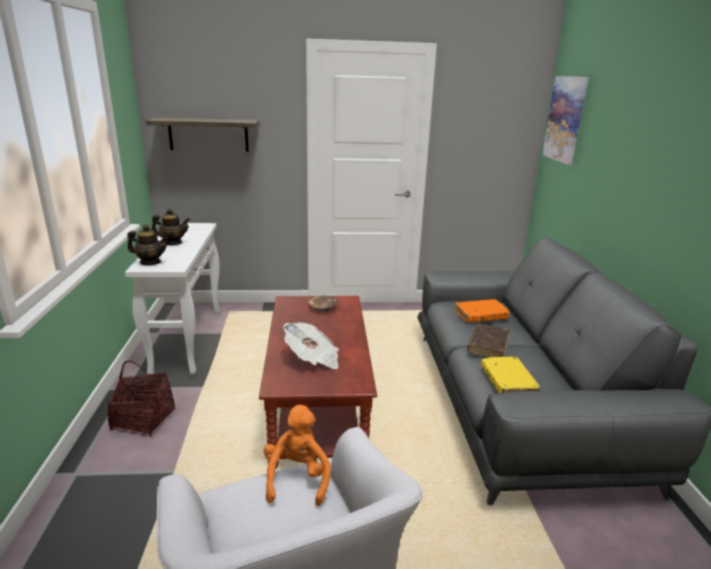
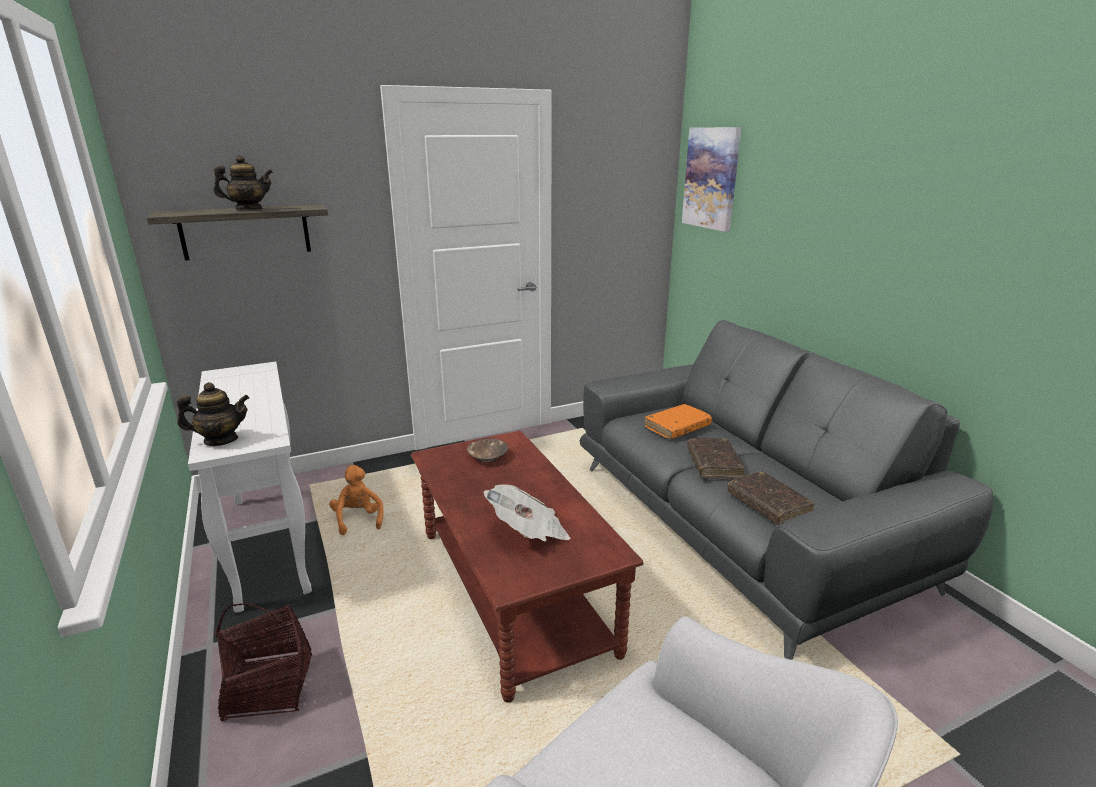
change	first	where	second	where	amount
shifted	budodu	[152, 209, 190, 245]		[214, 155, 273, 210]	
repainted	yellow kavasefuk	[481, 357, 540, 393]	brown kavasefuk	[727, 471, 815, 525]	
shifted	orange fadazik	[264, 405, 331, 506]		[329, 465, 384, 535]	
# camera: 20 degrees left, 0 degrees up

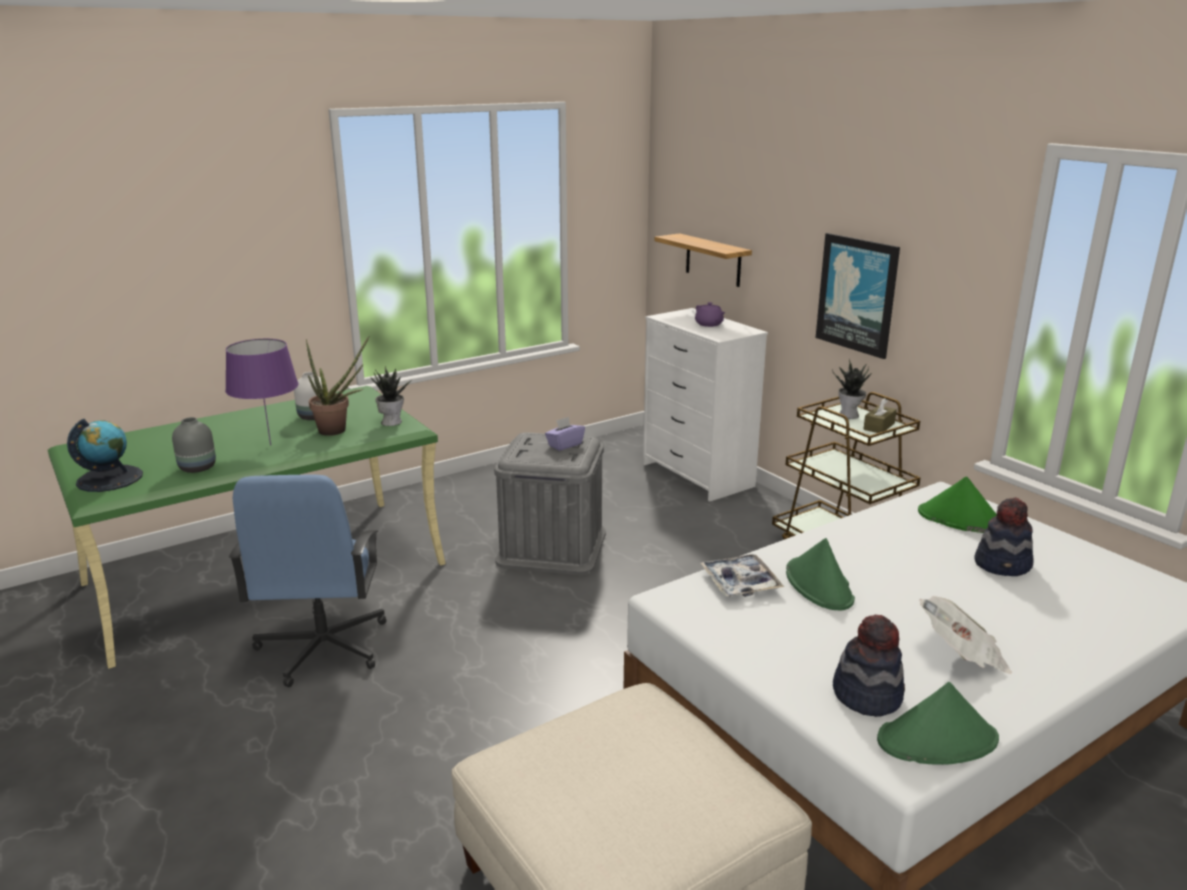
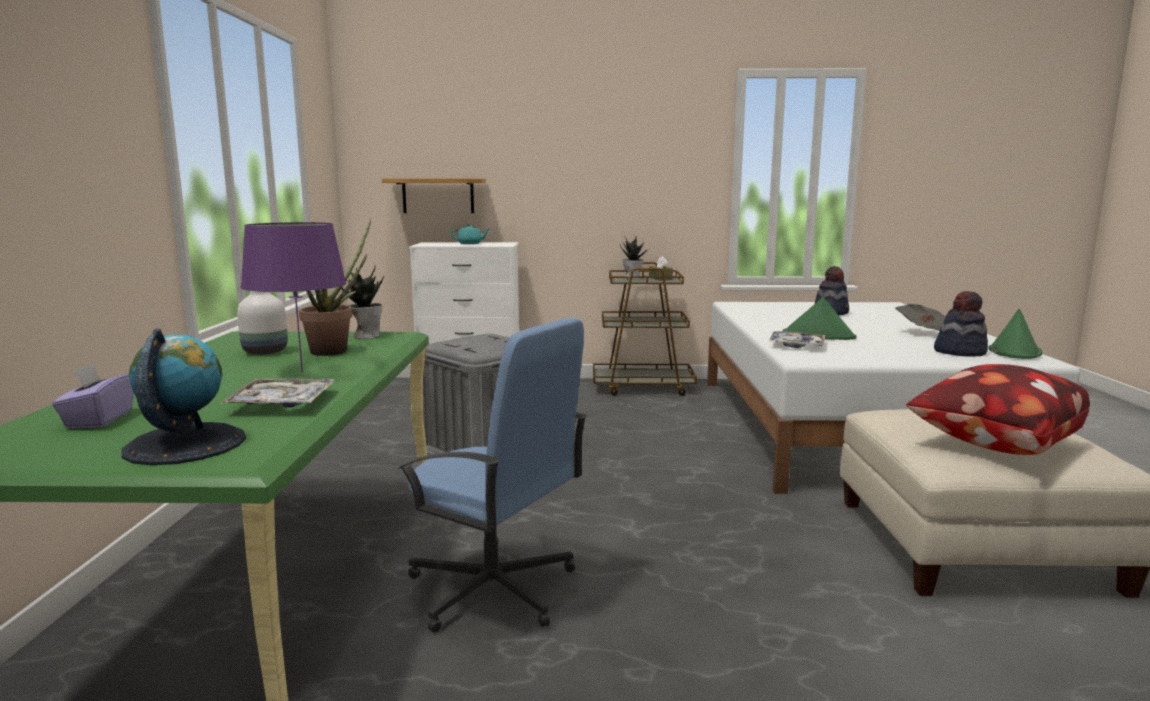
change	first	where	second	where	amount
gone	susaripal	[816, 233, 900, 359]			
repainted	purple budodu	[695, 302, 726, 327]	turquoise budodu	[451, 224, 491, 244]	
swapped	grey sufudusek	[172, 417, 216, 473]	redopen	[221, 378, 335, 407]	
shifted	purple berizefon	[545, 417, 585, 451]		[52, 363, 134, 428]	
gone	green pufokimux	[918, 477, 997, 533]			
new			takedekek	[906, 364, 1090, 455]	
# camera: 55 degrees left, 10 degrees down

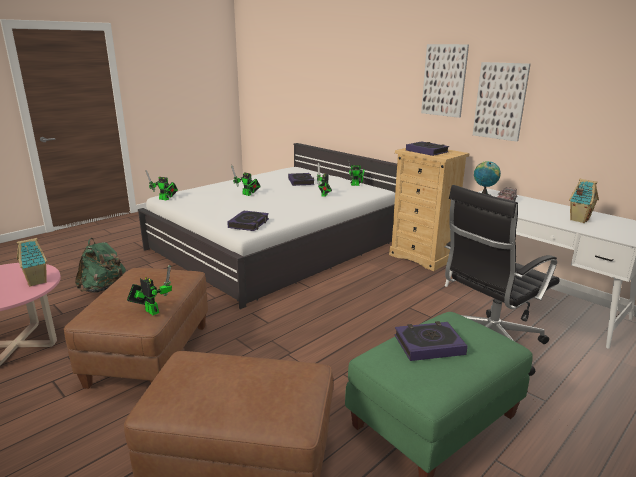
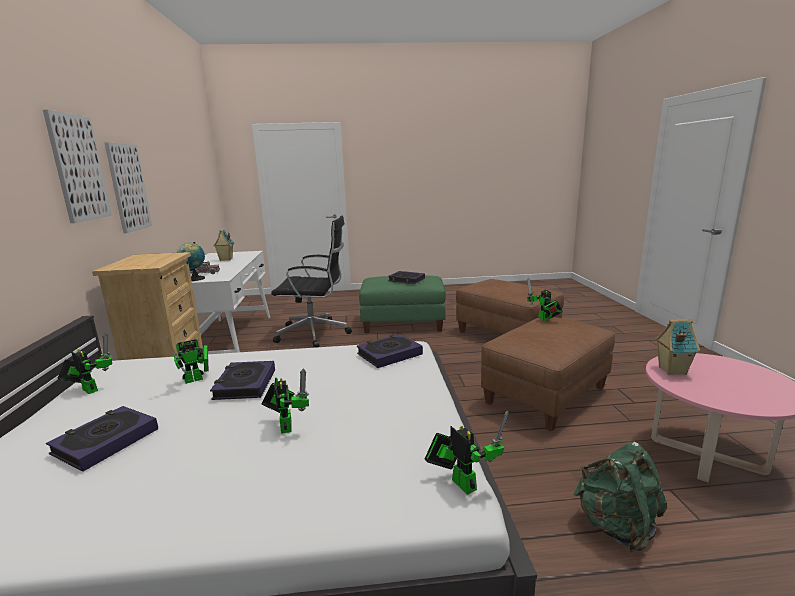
change	first	where	second	where	amount
shifted	kavasefuk	[406, 141, 449, 156]		[210, 361, 275, 400]	
# camera: 140 degrees left, 5 degrees down

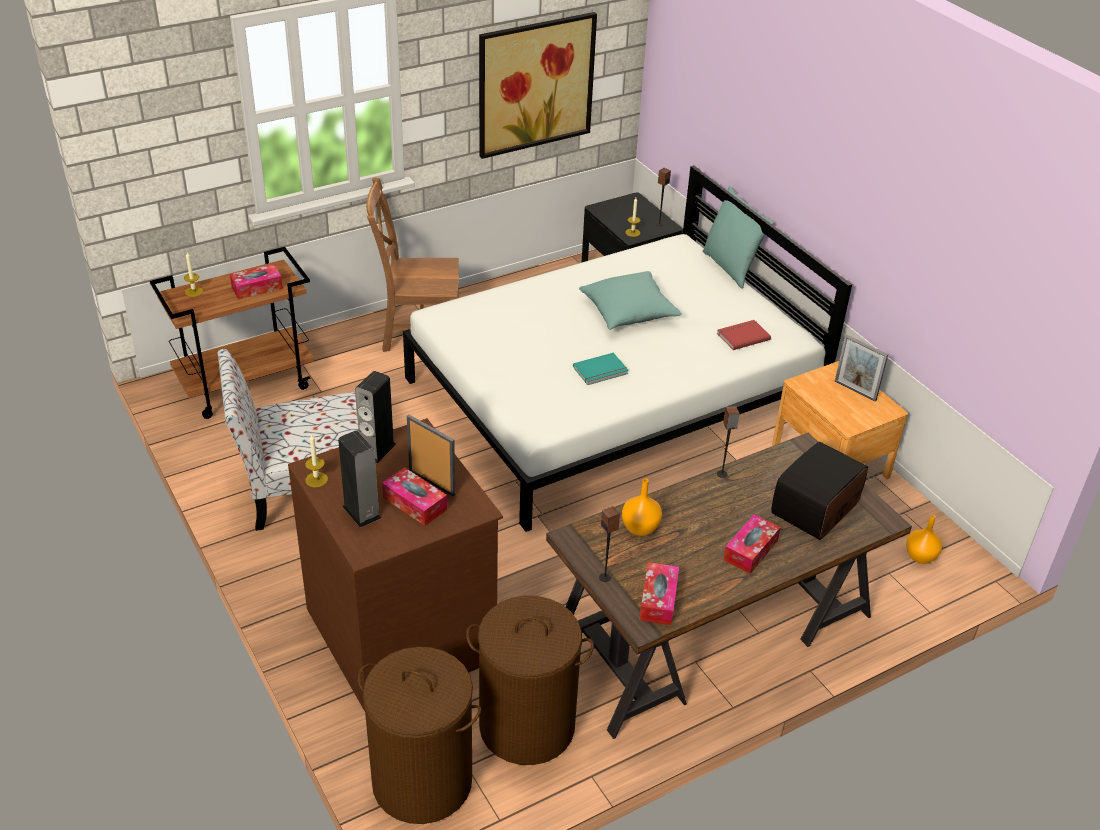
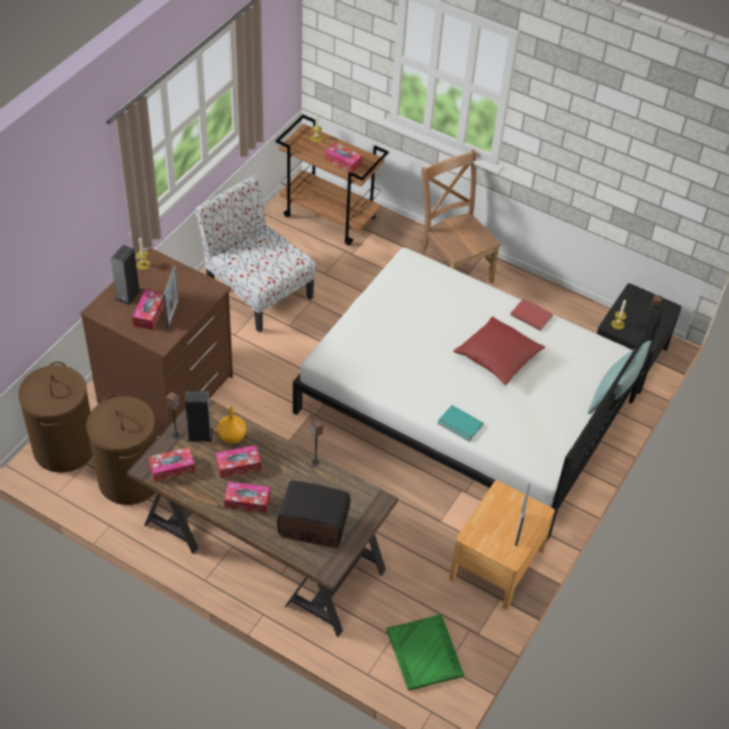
change	first	where	second	where	amount
gone	susaripal	[479, 12, 597, 159]			
repainted	turquoise takedekek	[579, 271, 682, 330]	red takedekek	[453, 317, 545, 385]	
shifted	red kavasefuk	[717, 320, 771, 350]		[510, 299, 553, 331]	
shifted	turquoise kavasefuk	[573, 353, 629, 385]		[437, 405, 484, 442]	
shifted	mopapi	[355, 371, 396, 464]		[185, 391, 213, 442]	
swapped	orange sufudusek	[906, 515, 942, 564]	green redopen	[387, 614, 464, 690]	
new			berizefon	[216, 445, 261, 478]	
# camera: 60 degrees right, 10 degrees up

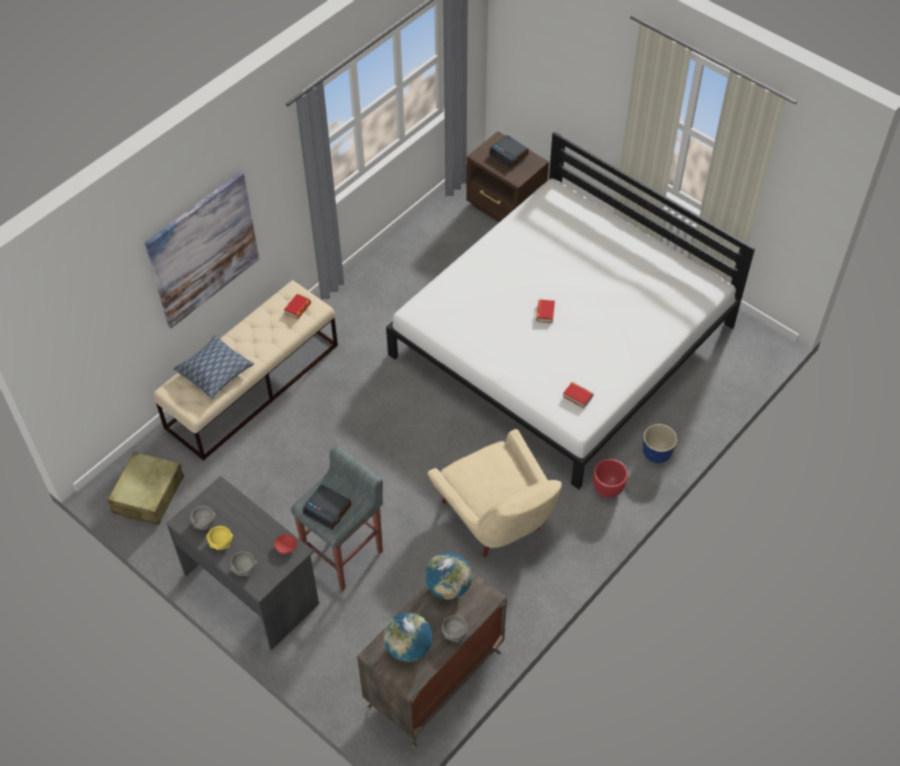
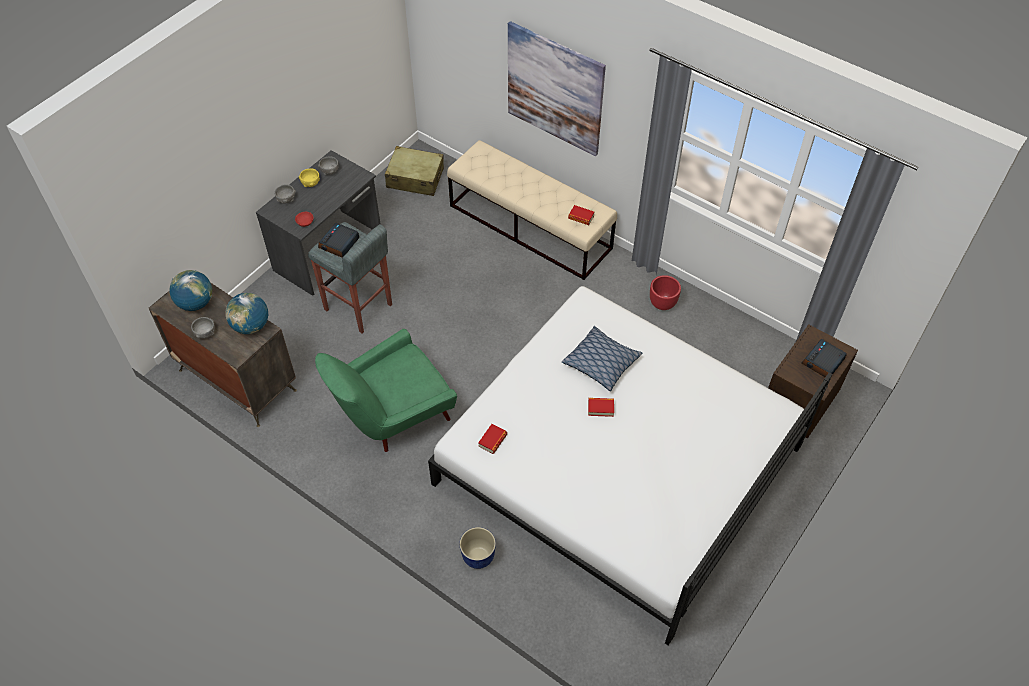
change	first	where	second	where	amount
shifted	takedekek	[173, 334, 254, 399]		[562, 326, 642, 391]	
repainted	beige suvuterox	[427, 429, 562, 557]	green suvuterox	[315, 329, 457, 452]	
shifted	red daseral	[593, 459, 628, 498]		[650, 275, 681, 310]	
# camera: 85 degrees right, 0 degrees up

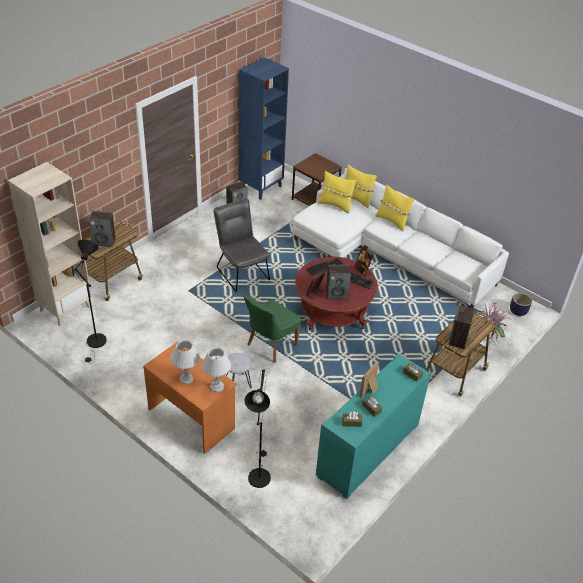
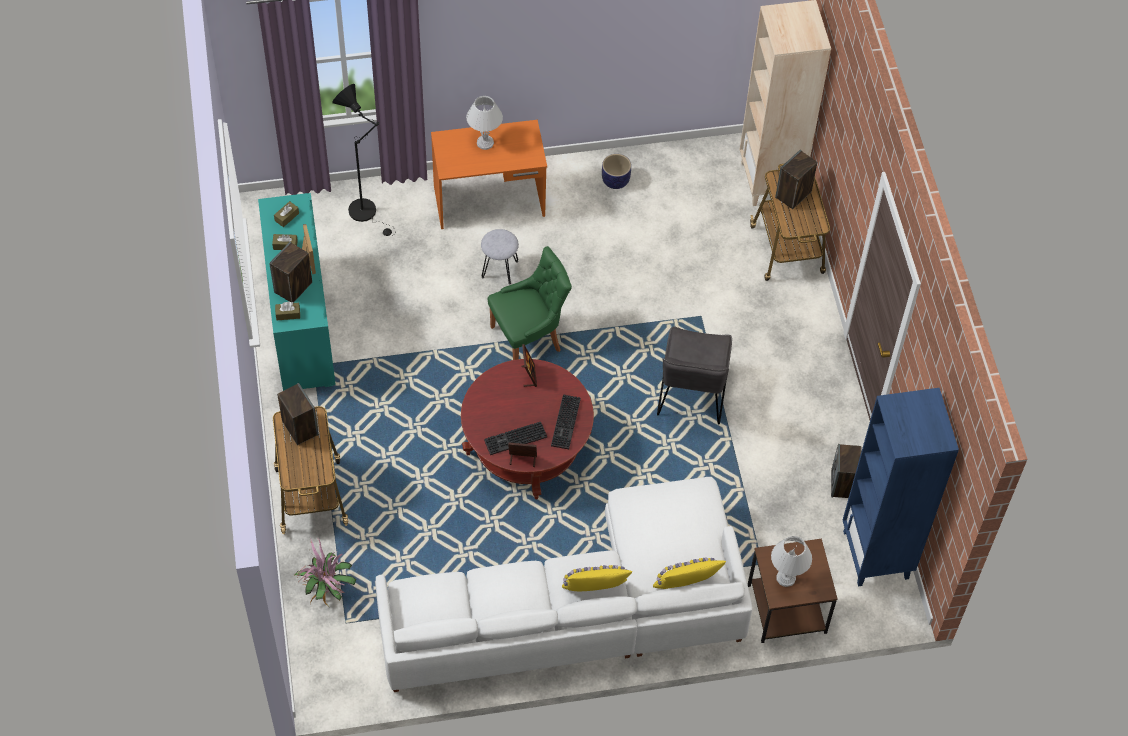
change	first	where	second	where	amount
gone	yellow takedekek	[318, 171, 356, 213]			
rotated	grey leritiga	[213, 199, 270, 292]		[657, 326, 732, 425]	90 degrees clockwise
gone	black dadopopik	[74, 240, 107, 364]			
shifted	mopapi	[326, 264, 351, 299]		[269, 242, 312, 303]	
shifted	daseral	[510, 293, 532, 316]		[602, 154, 631, 189]	
rotated	green leritiga	[243, 295, 301, 363]		[488, 246, 572, 360]	75 degrees clockwise
shifted	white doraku	[202, 348, 231, 392]		[771, 536, 812, 587]	
# camera: 130 degrees right, 15 degrees up

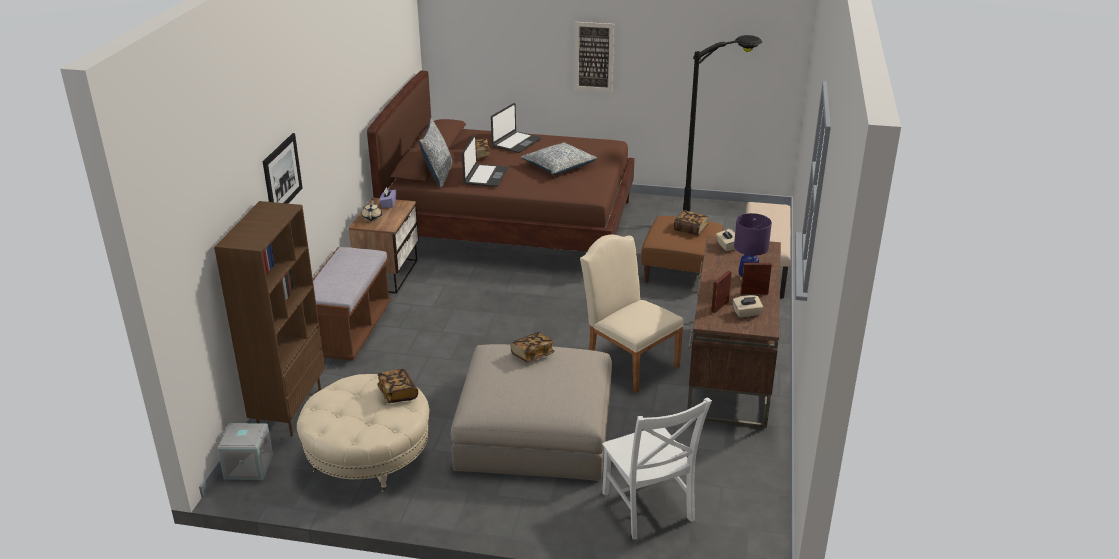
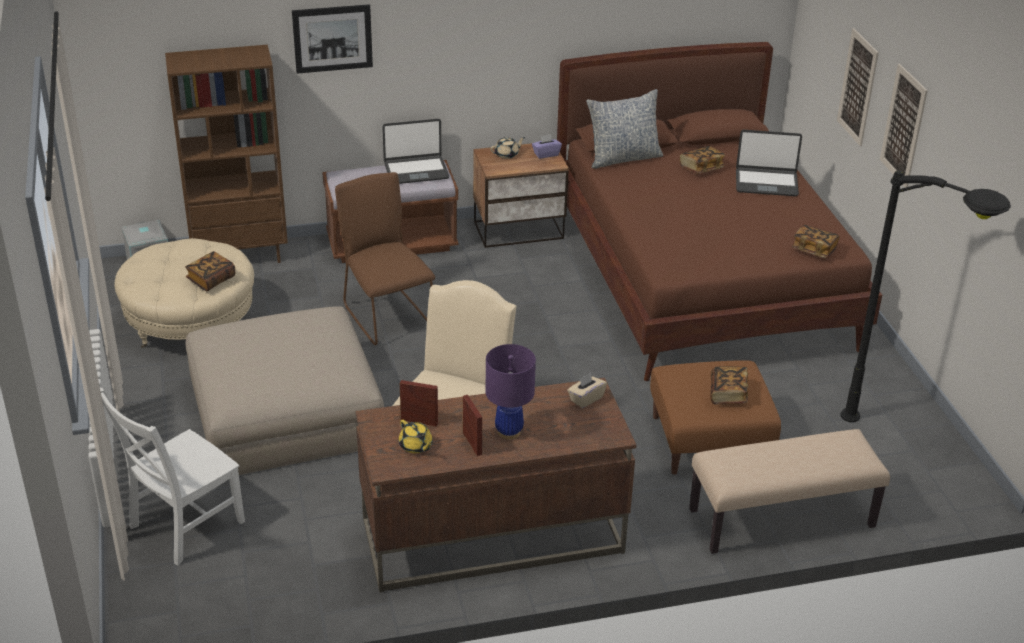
change	first	where	second	where	amount
shifted	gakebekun	[462, 134, 508, 187]		[382, 119, 449, 184]	
gone	takedekek	[521, 142, 597, 175]			
swapped	beige berizefon	[733, 295, 763, 318]	yellow budodu	[399, 420, 433, 453]	
shifted	kavasefuk	[510, 332, 554, 362]		[792, 225, 840, 258]	
new			susaripal	[837, 28, 879, 146]	
new			brown leritiga	[335, 172, 435, 345]	
# camera: 65 degrees right, 5 degrees up

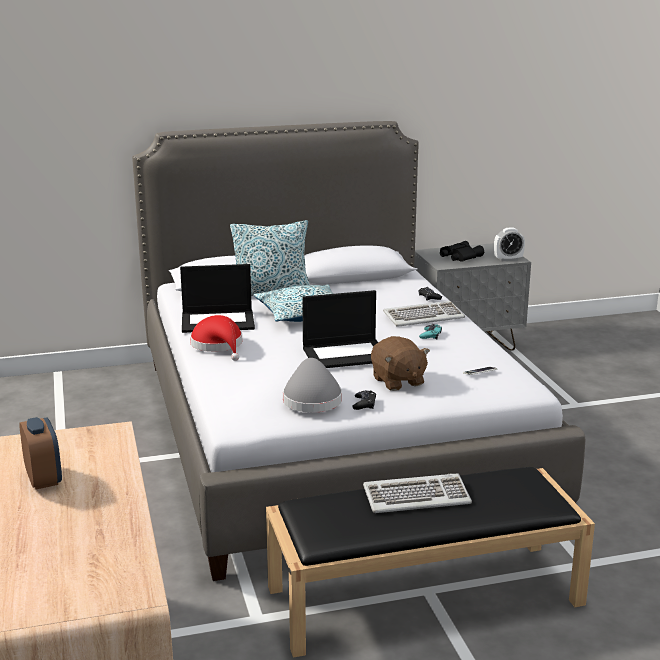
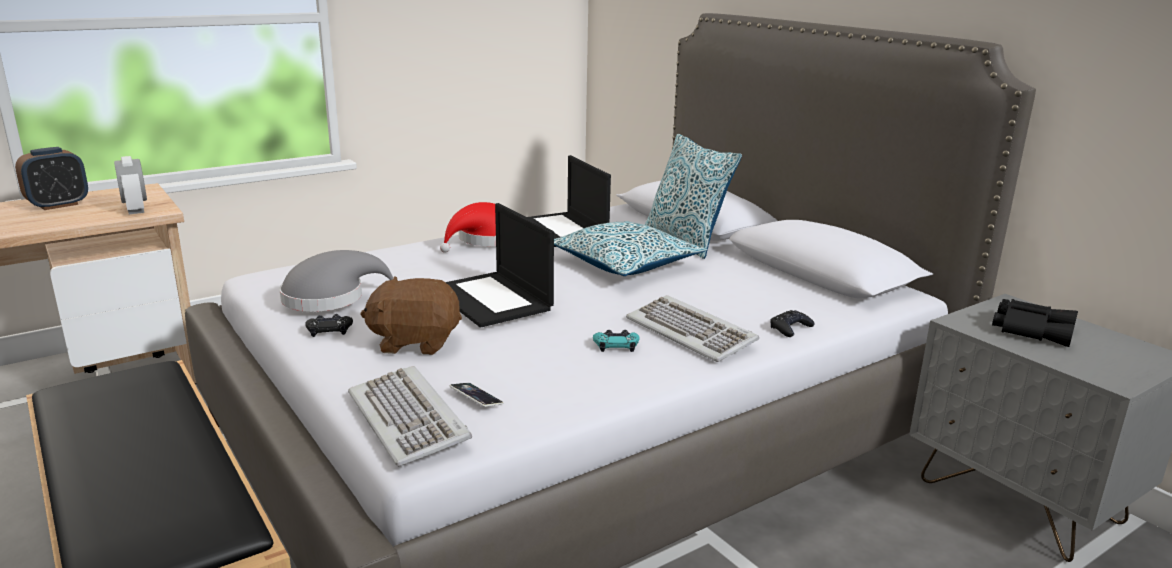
change	first	where	second	where	amount
shifted	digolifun	[494, 227, 525, 261]		[114, 156, 147, 214]	
rotated	brown fadazik	[371, 336, 430, 391]		[360, 276, 462, 355]	45 degrees clockwise
shifted	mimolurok	[363, 473, 472, 513]		[348, 366, 472, 466]	
# camera: 70 degrees right, 0 degrees up

